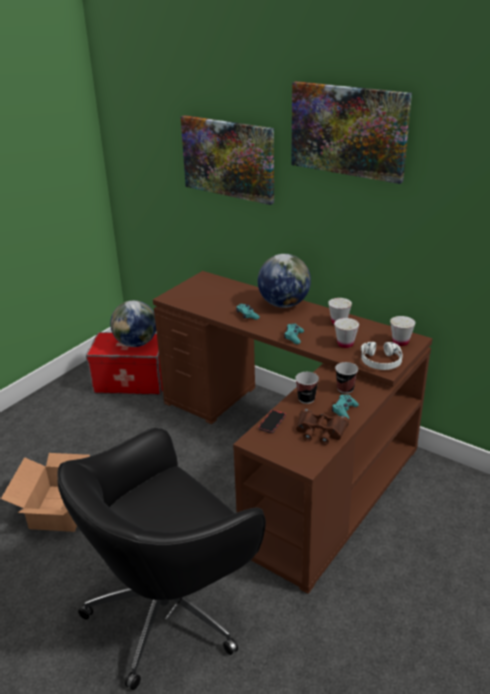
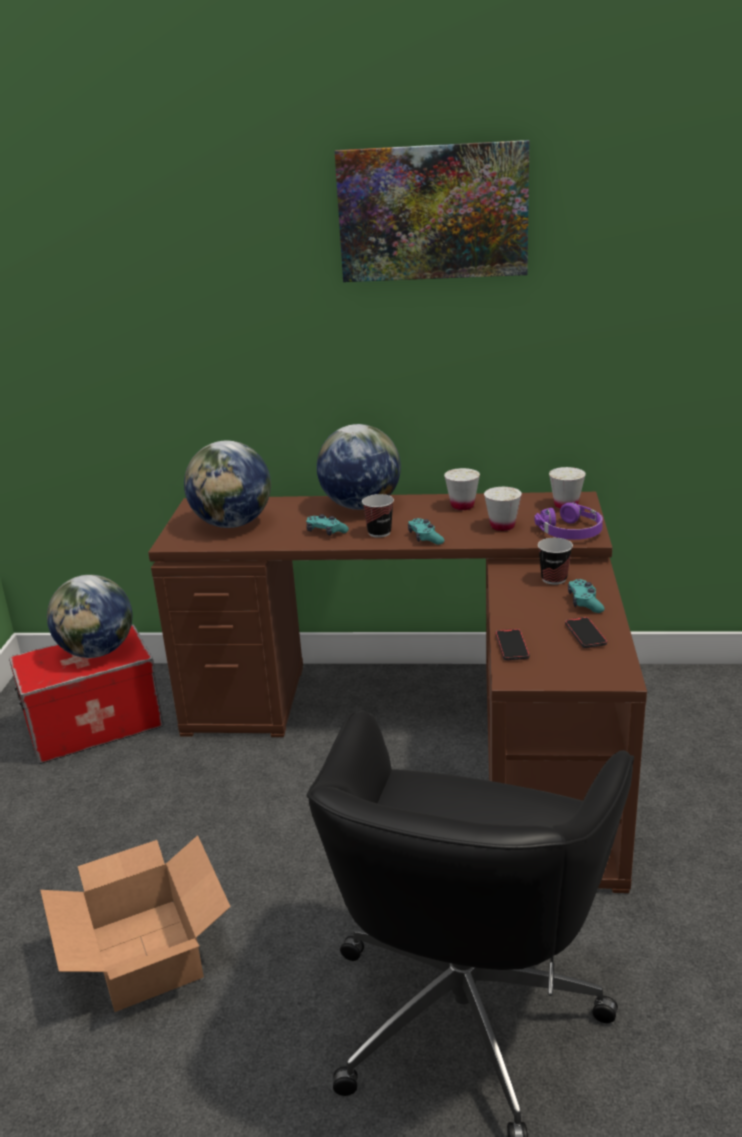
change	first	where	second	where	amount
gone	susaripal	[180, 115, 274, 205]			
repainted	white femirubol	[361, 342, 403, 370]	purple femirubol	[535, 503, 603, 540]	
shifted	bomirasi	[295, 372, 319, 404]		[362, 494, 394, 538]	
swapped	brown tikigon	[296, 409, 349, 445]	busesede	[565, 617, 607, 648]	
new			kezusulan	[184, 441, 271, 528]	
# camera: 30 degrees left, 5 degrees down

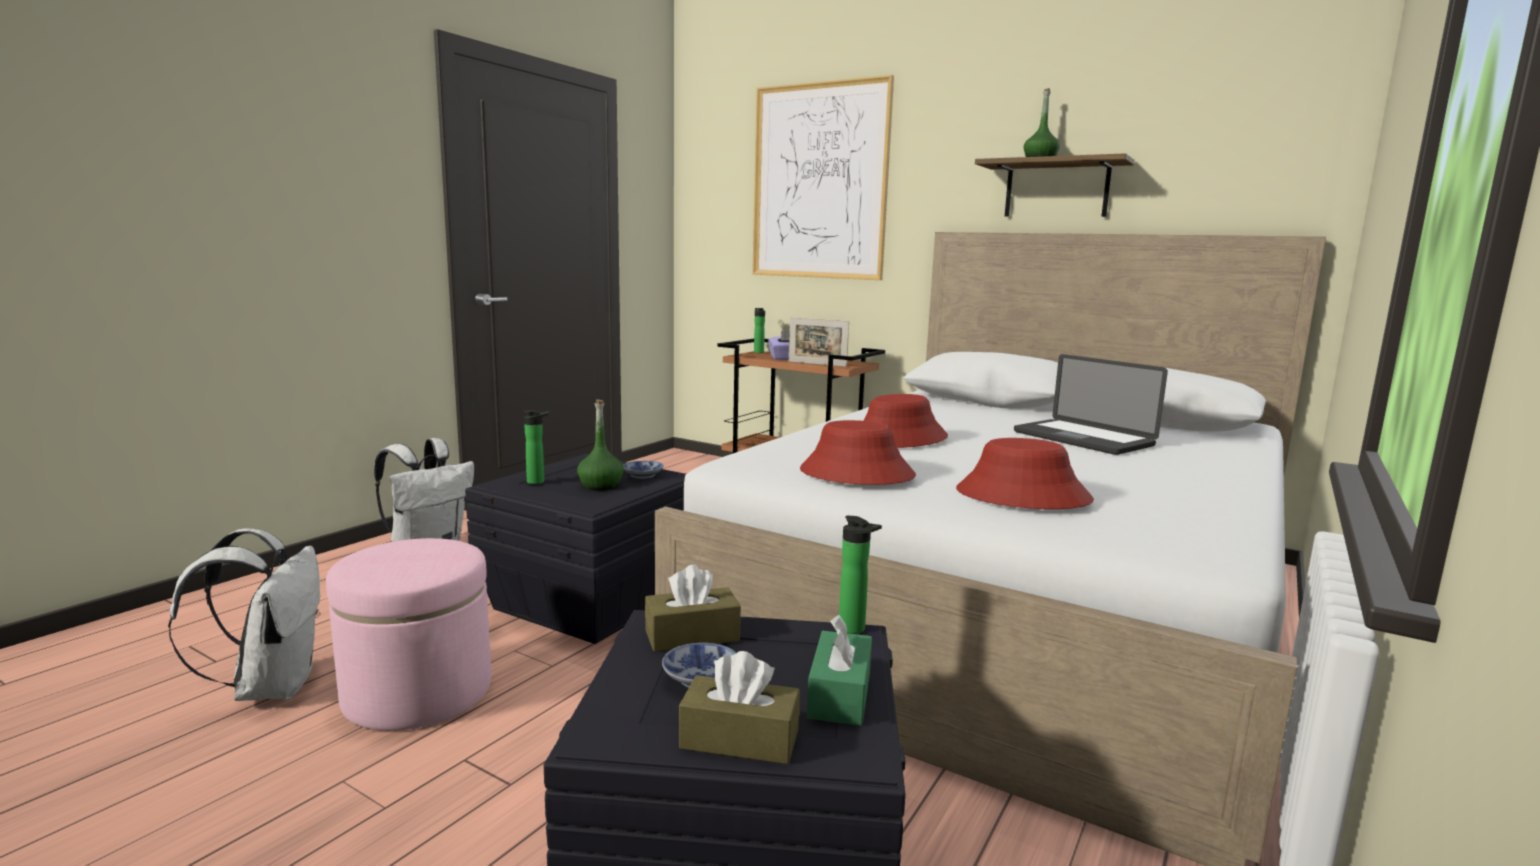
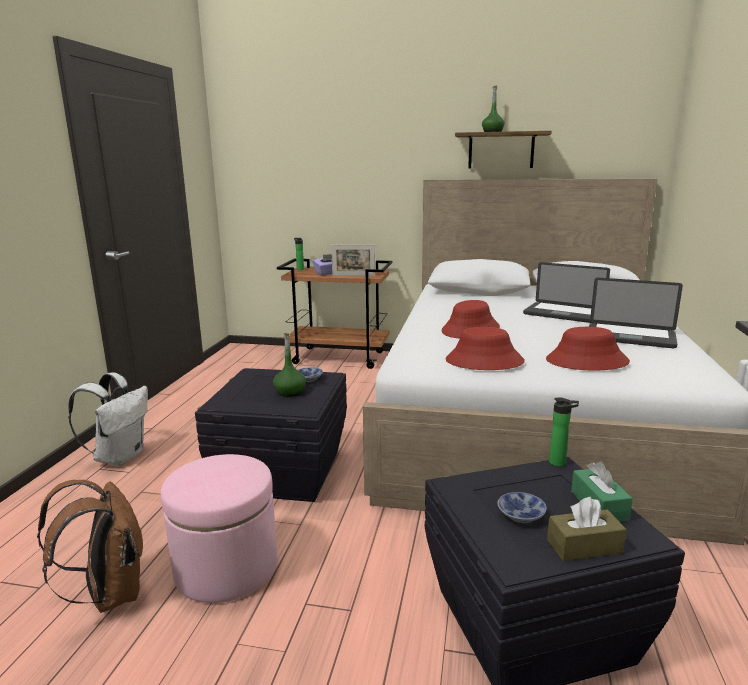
change	first	where	second	where	amount
gone	susaripal	[752, 75, 894, 280]			
gone	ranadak	[524, 410, 549, 484]			
repainted	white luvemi	[168, 528, 321, 701]	brown luvemi	[37, 480, 143, 613]	
gone	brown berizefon	[645, 564, 741, 652]			
new			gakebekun	[589, 278, 683, 348]	
# camera: 20 degrees left, 5 degrees up

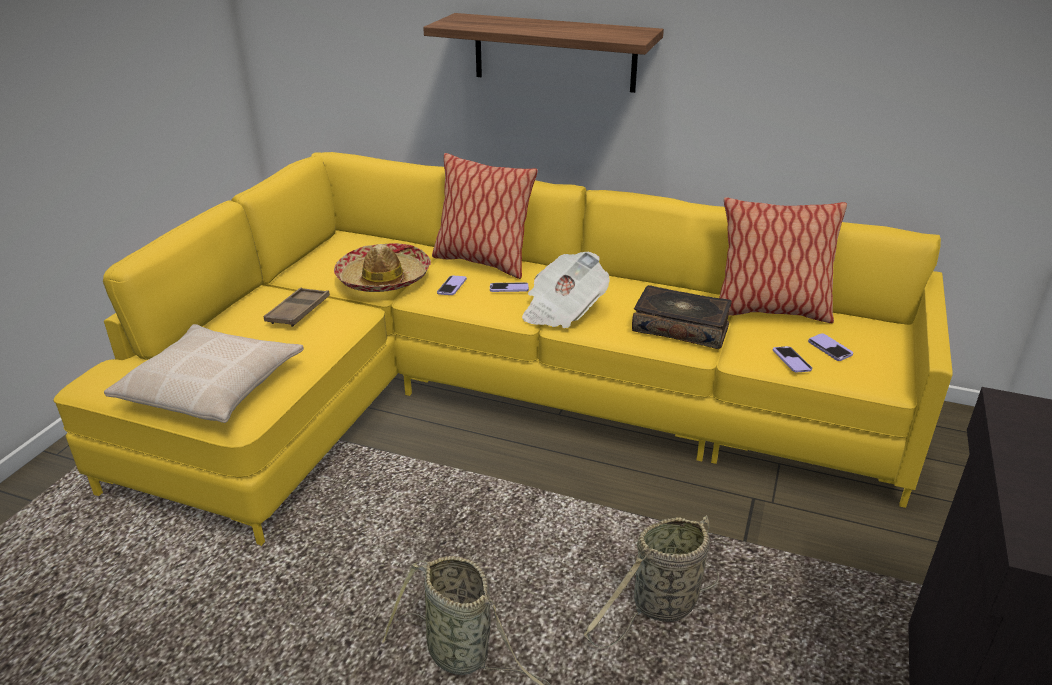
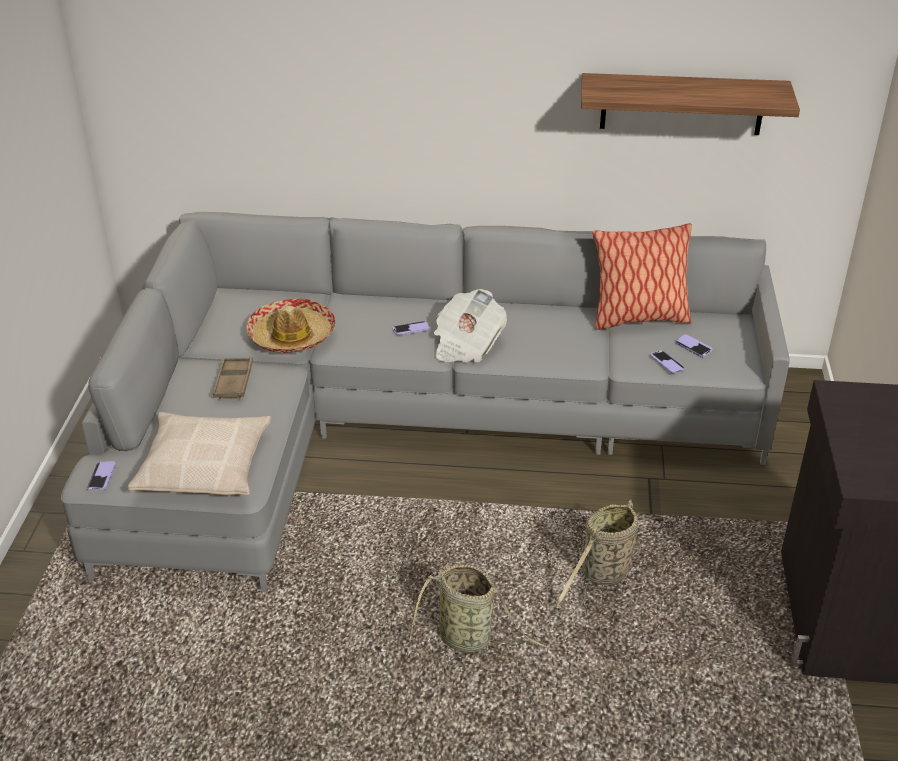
change	first	where	second	where	amount
shifted	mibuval	[423, 13, 664, 93]		[581, 73, 800, 135]	
repainted	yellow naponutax	[53, 152, 953, 546]	grey naponutax	[61, 212, 790, 592]	
gone	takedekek	[432, 153, 537, 279]			
shifted	busesede	[437, 276, 467, 295]		[87, 461, 116, 491]	
gone	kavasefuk	[632, 285, 732, 349]			
# camera: 15 degrees left, 5 degrees up

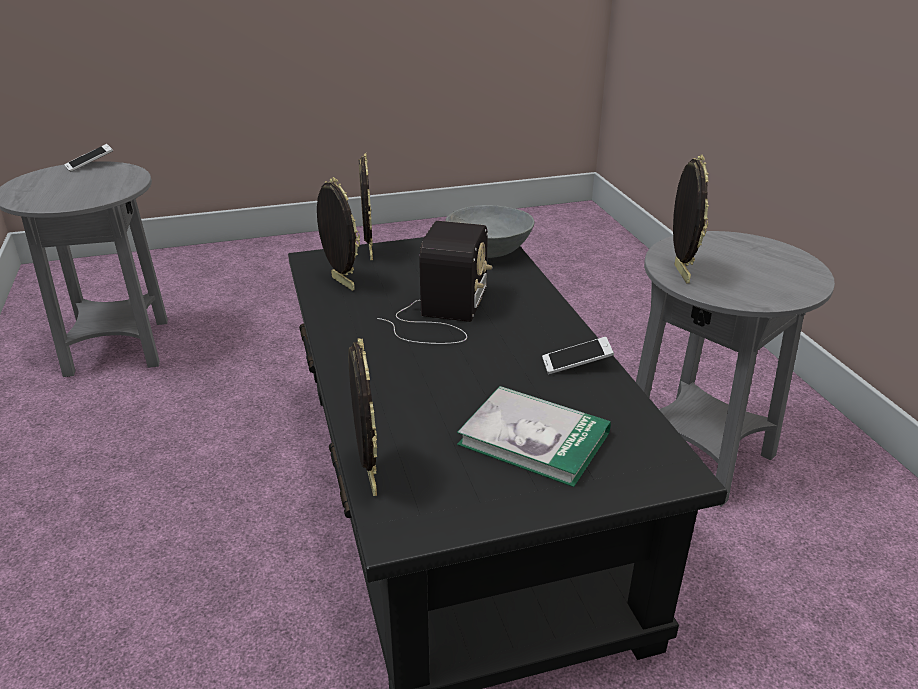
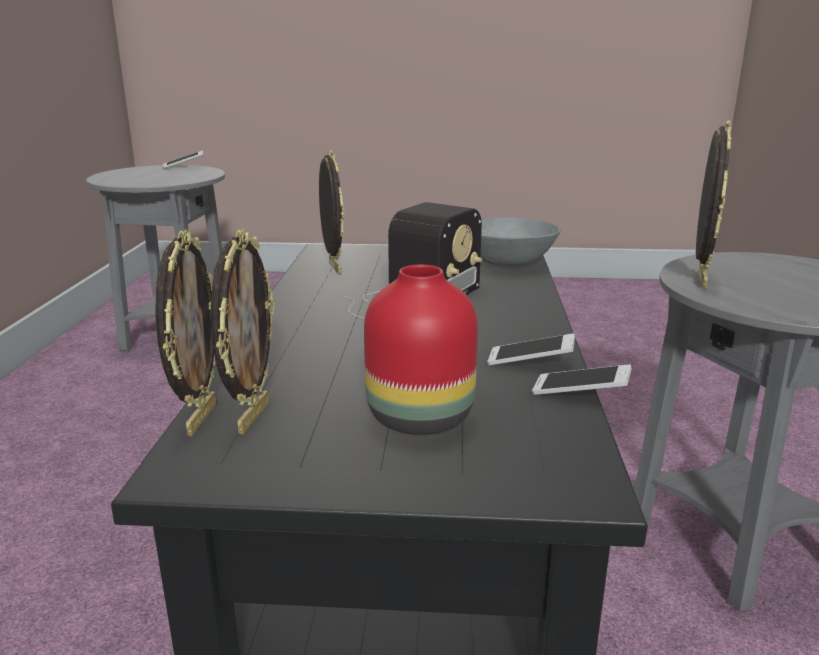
change	first	where	second	where	amount
shifted	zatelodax	[359, 153, 373, 260]		[210, 229, 275, 435]	
swapped	kavasefuk	[457, 386, 611, 487]	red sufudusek	[364, 265, 478, 435]	
new			busesede	[532, 364, 632, 395]	
# camera: 20 degrees right, 10 degrees down

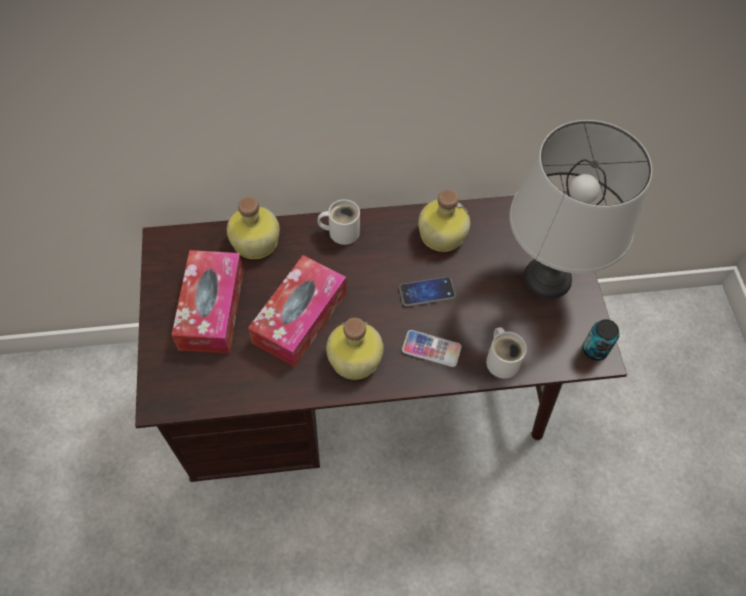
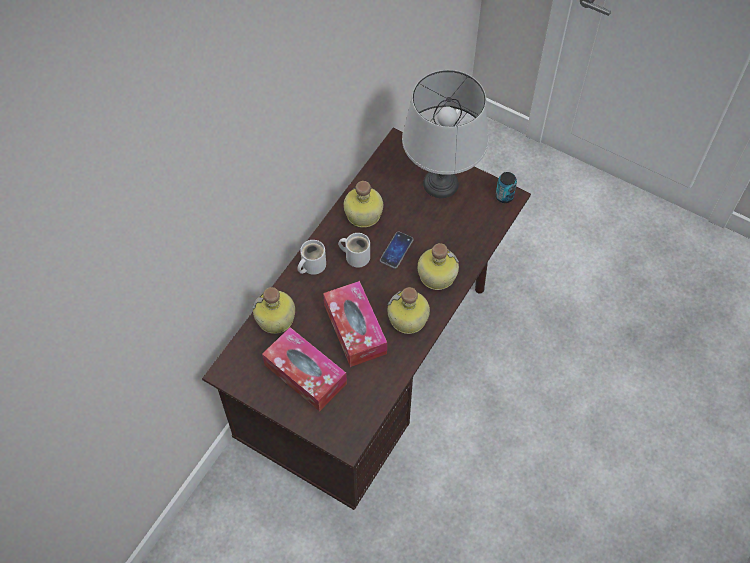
change	first	where	second	where	amount
shifted	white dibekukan	[486, 327, 527, 379]		[338, 233, 370, 268]	
swapped	busesede	[402, 330, 461, 367]	ranadak	[418, 243, 459, 290]	
# camera: 50 degrees left, 0 degrees up

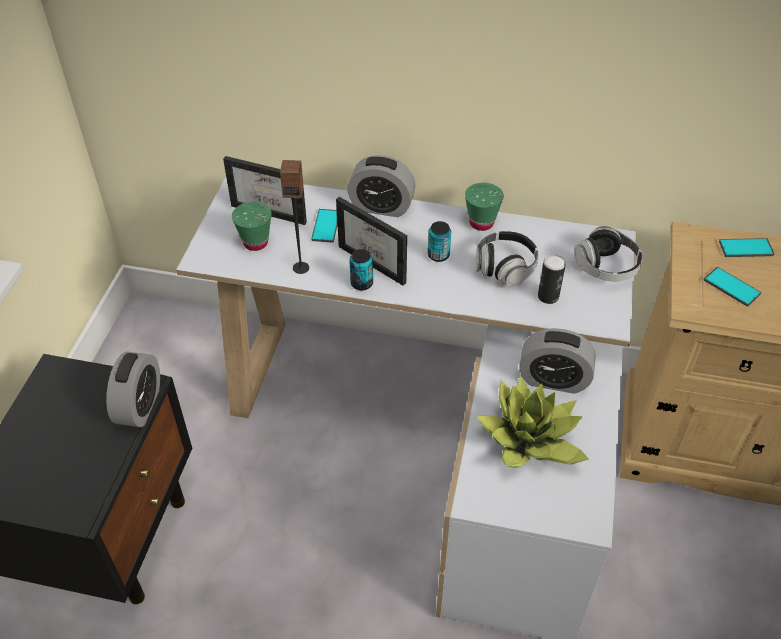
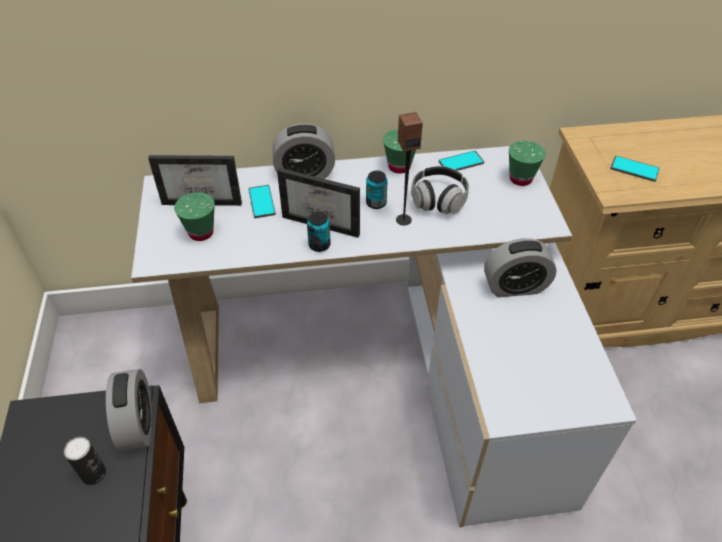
change	first	where	second	where	amount
shifted	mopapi	[280, 160, 309, 274]		[396, 112, 423, 225]	
swapped	femirubol	[574, 226, 643, 281]	green bomirasi	[509, 141, 546, 186]	
shifted	busesede	[719, 238, 774, 257]		[439, 151, 484, 171]	
shifted	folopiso	[538, 254, 566, 304]		[64, 437, 106, 485]	
gone	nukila	[477, 376, 589, 468]			
# camera: 20 degrees left, 0 degrees up

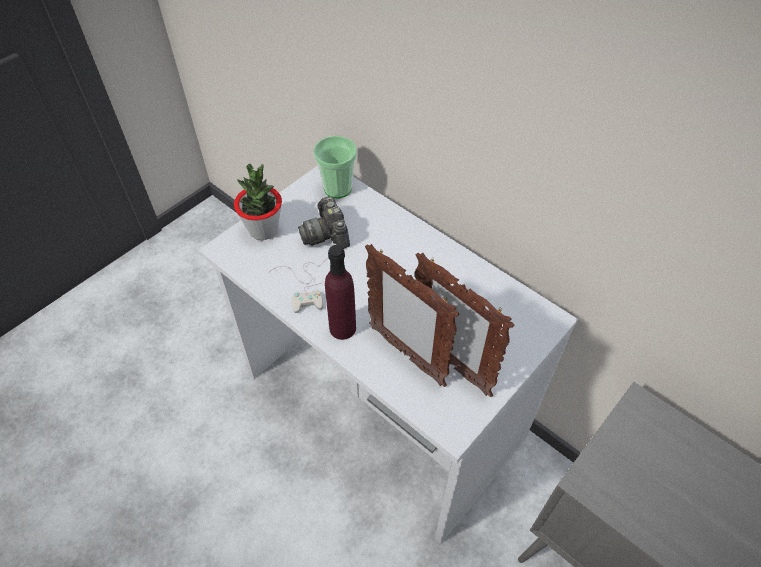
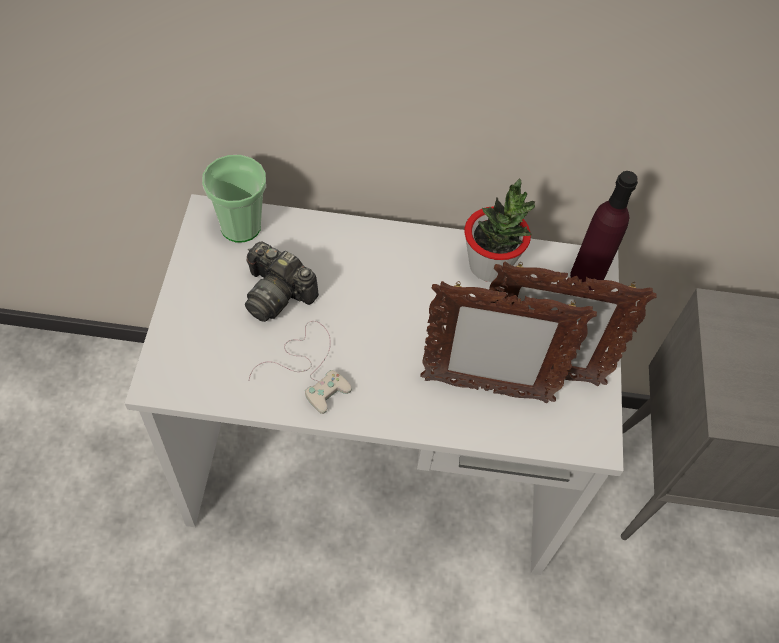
change	first	where	second	where	amount
shifted	nukila	[234, 163, 282, 240]		[464, 179, 536, 282]	
shifted	purple ranadak	[325, 245, 356, 340]		[570, 171, 638, 290]	
# camera: 40 degrees left, 5 degrees up

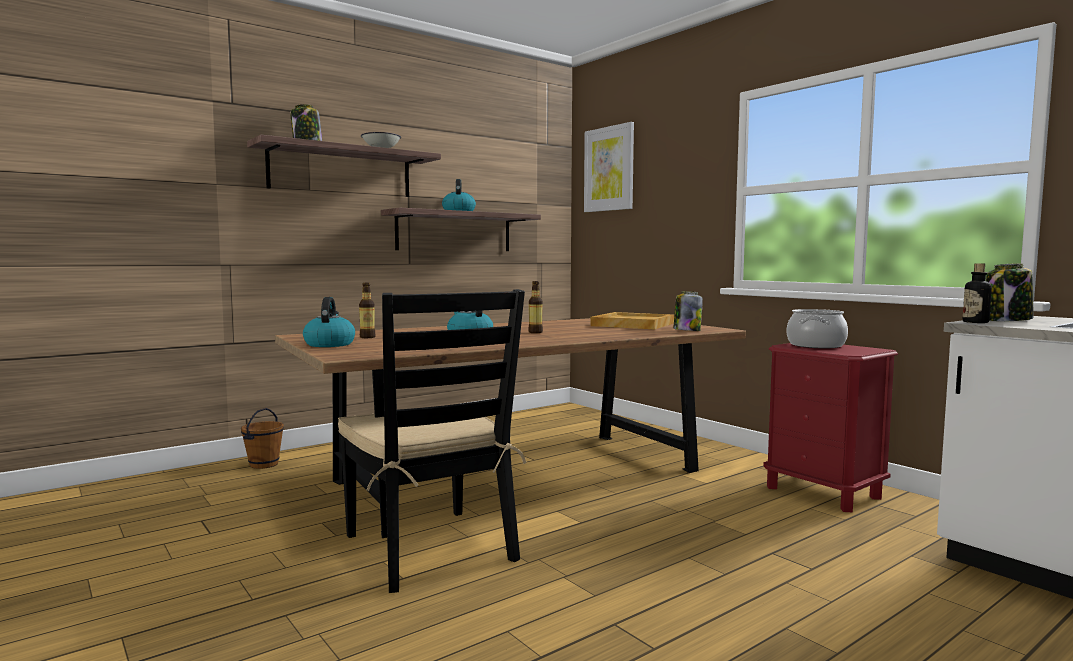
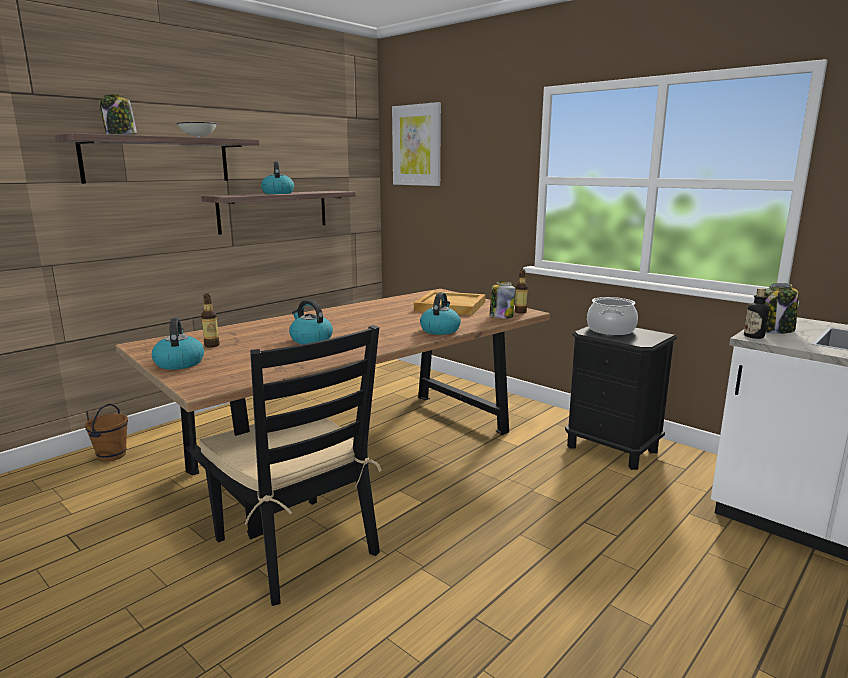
change	first	where	second	where	amount
shifted	ranadak	[528, 281, 543, 333]		[515, 269, 528, 314]	
repainted	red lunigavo	[763, 343, 898, 512]	black lunigavo	[565, 326, 677, 470]	
new			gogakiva	[420, 292, 461, 335]	
# camera: 10 degrees left, 10 degrees up

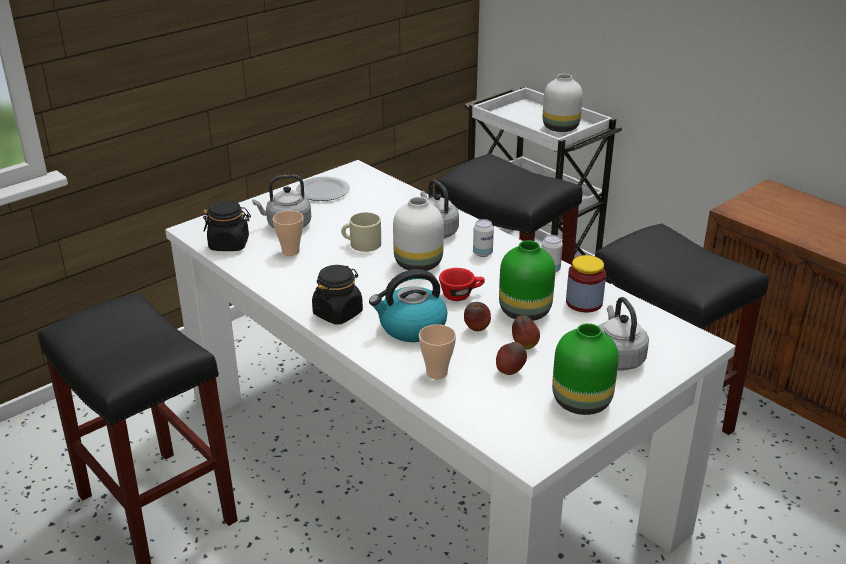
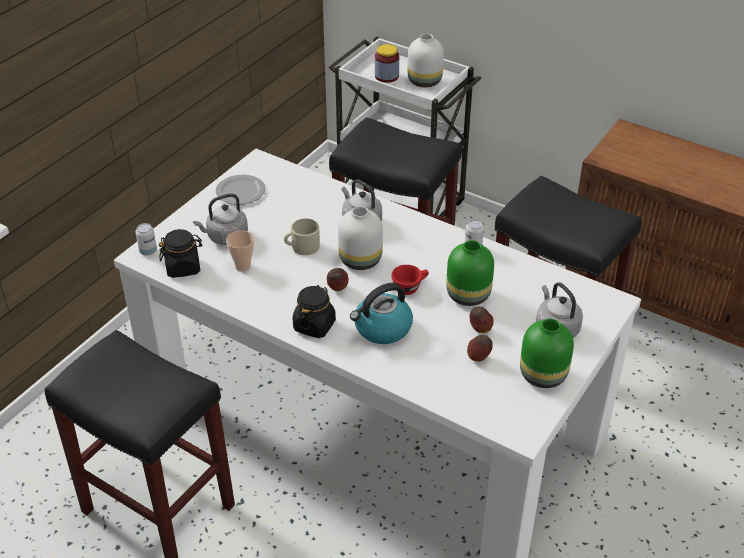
change	first	where	second	where	amount
shifted	folopiso	[473, 219, 494, 257]		[136, 223, 157, 256]	
shifted	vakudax	[566, 255, 606, 312]		[375, 44, 399, 83]	
shifted	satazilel	[464, 302, 491, 331]		[327, 268, 349, 291]	
gone	bomirasi	[419, 324, 456, 379]			
# camera: 15 degrees left, 10 degrees up

